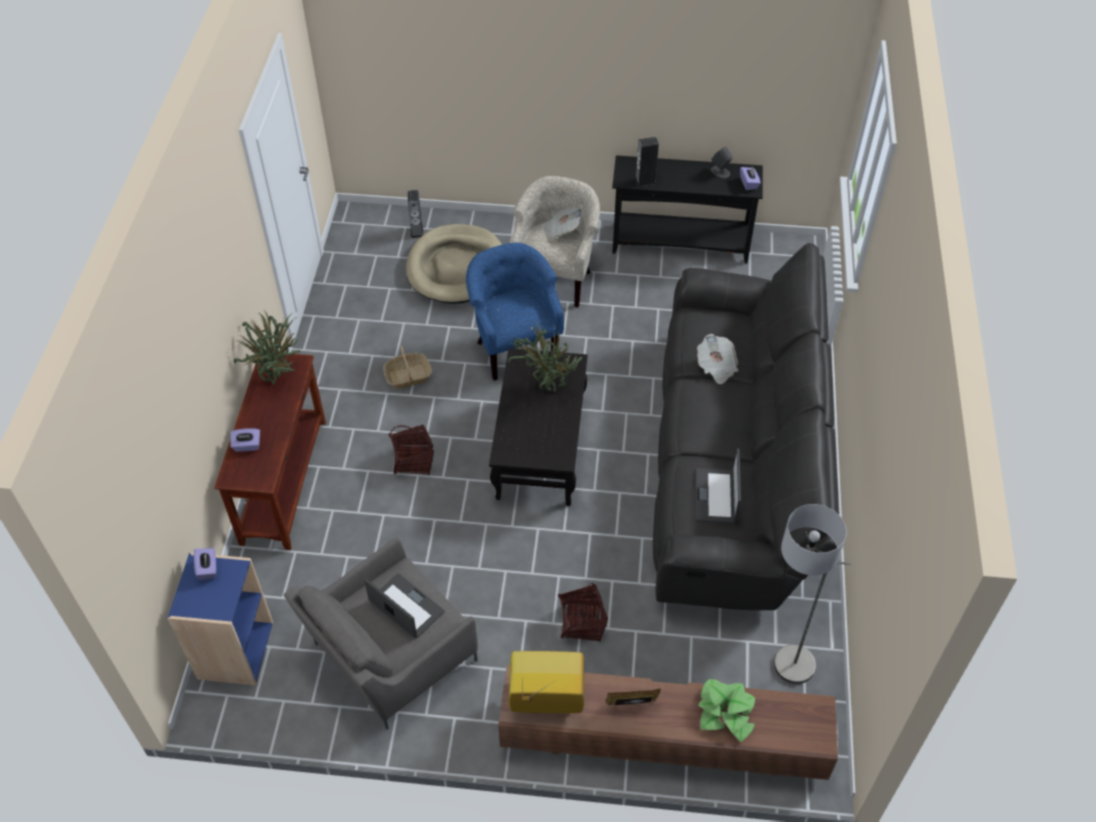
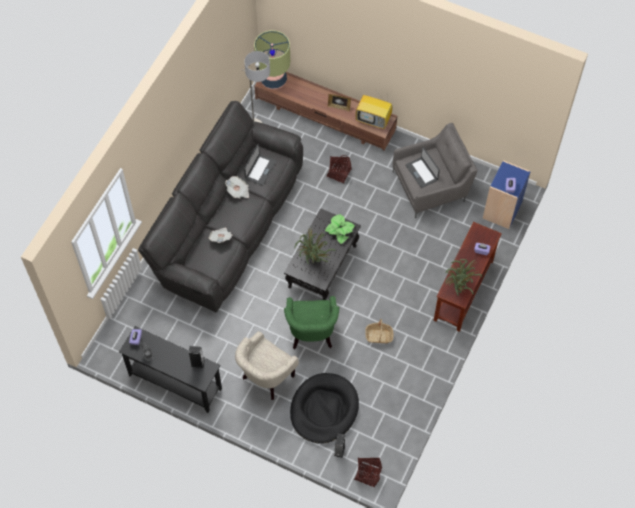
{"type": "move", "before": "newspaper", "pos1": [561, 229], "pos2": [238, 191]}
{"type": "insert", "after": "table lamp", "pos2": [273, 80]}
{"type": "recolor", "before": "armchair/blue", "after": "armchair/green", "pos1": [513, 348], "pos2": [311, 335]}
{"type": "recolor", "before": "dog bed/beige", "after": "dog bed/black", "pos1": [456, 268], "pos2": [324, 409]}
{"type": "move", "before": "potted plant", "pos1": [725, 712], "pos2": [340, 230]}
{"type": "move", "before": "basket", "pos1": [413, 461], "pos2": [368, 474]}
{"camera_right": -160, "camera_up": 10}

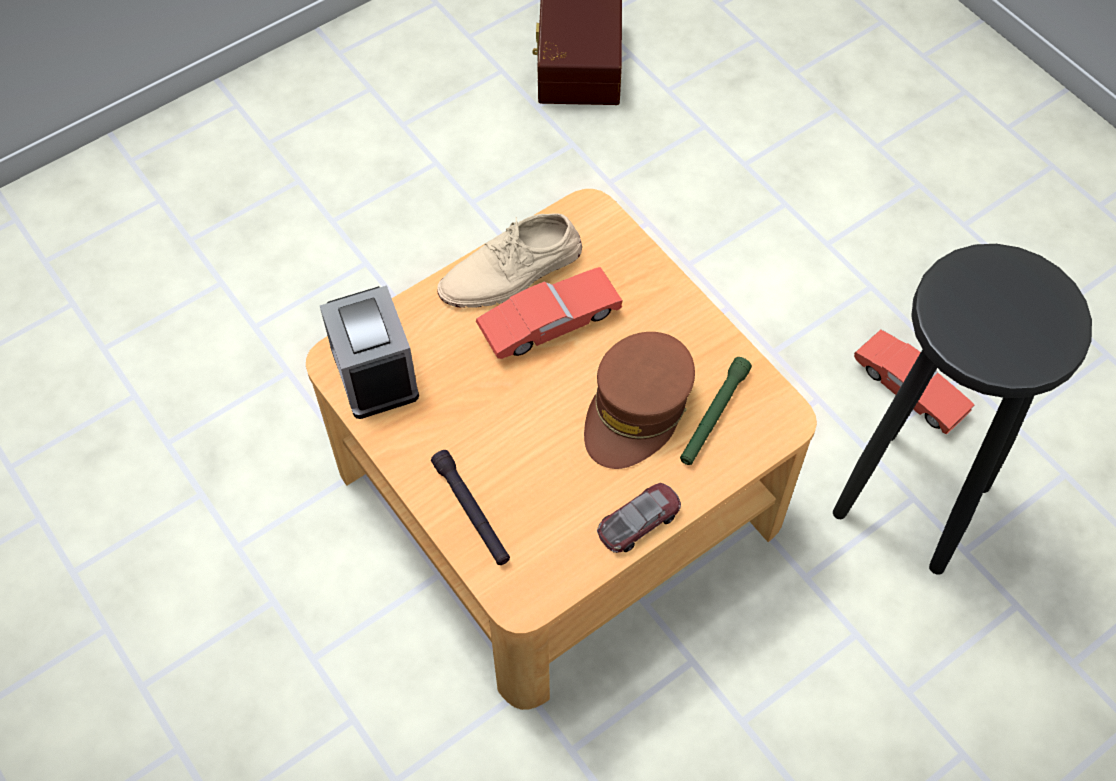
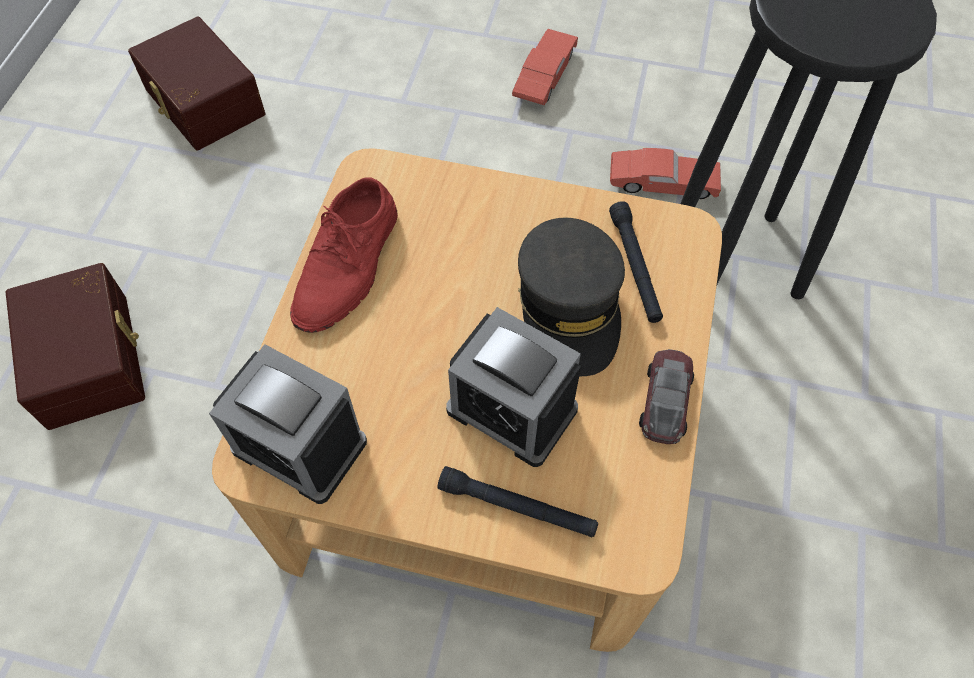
{"type": "insert", "after": "storage box/brown", "pos2": [91, 358]}
{"type": "recolor", "before": "shoe/beige", "after": "shoe/red", "pos1": [511, 273], "pos2": [349, 266]}
{"type": "insert", "after": "alarm clock", "pos2": [512, 409]}
{"type": "move", "before": "toy car/red", "pos1": [549, 324], "pos2": [545, 78]}
{"type": "recolor", "before": "cap/brown", "after": "cap/grey", "pos1": [637, 410], "pos2": [570, 307]}
{"type": "recolor", "before": "flashlight/green", "after": "flashlight/black", "pos1": [713, 416], "pos2": [635, 267]}
{"camera_right": -40, "camera_up": 0}

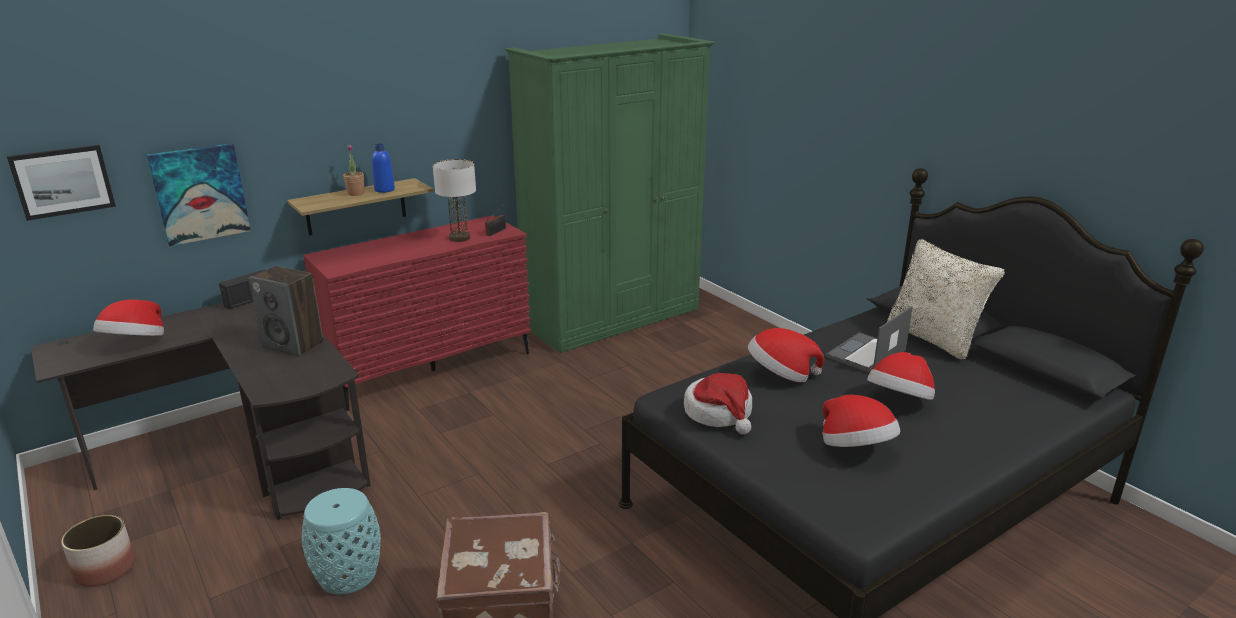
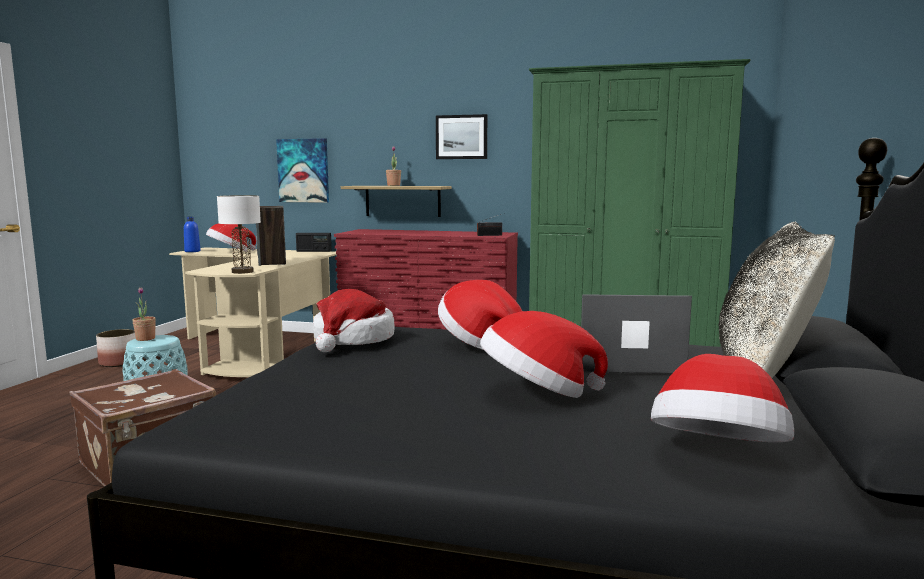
{"type": "insert", "after": "potted plant", "pos2": [145, 339]}
{"type": "recolor", "before": "desk/black", "after": "desk/beige", "pos1": [245, 452], "pos2": [261, 348]}
{"type": "move", "before": "bottle/blue", "pos1": [384, 190], "pos2": [192, 251]}
{"type": "move", "before": "table lamp", "pos1": [460, 238], "pos2": [243, 272]}
{"type": "move", "before": "picture", "pos1": [63, 181], "pos2": [461, 137]}
{"type": "move", "before": "hat", "pos1": [855, 448], "pos2": [717, 456]}
{"camera_right": 50, "camera_up": -15}

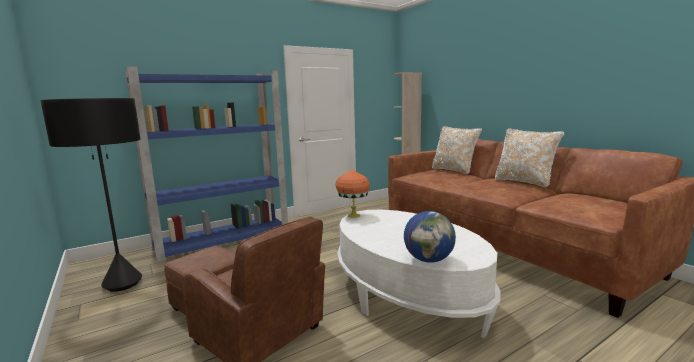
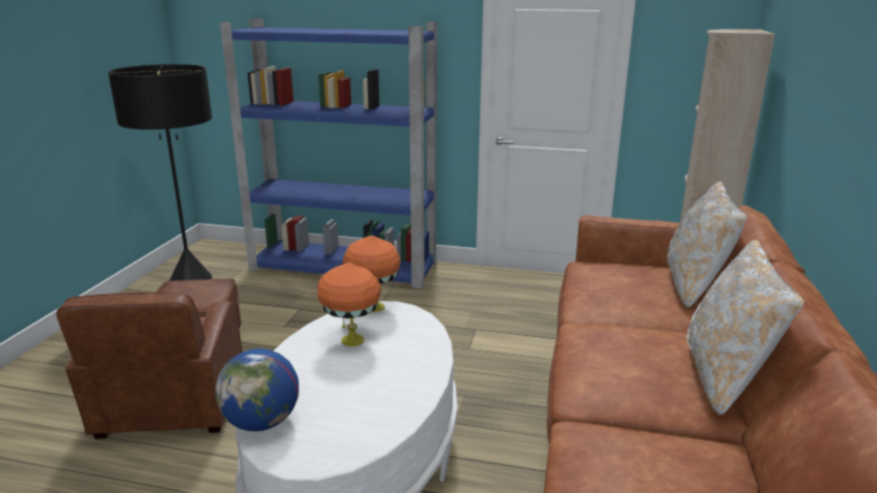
{"type": "insert", "after": "table lamp/orange", "pos2": [351, 340]}
{"camera_right": 45, "camera_up": 10}

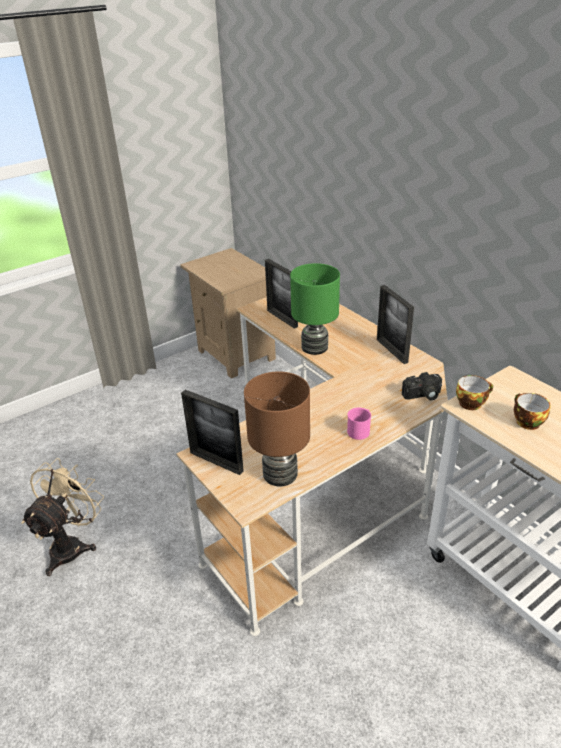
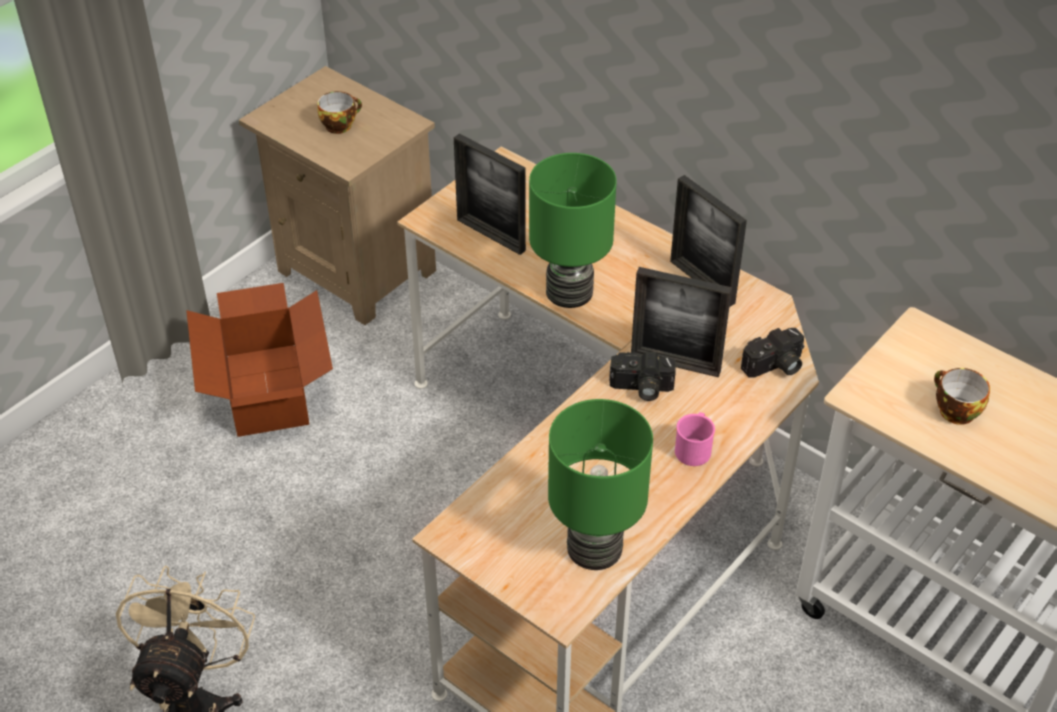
{"type": "insert", "after": "cardboard box", "pos2": [268, 389]}
{"type": "move", "before": "cup", "pos1": [471, 402], "pos2": [340, 125]}
{"type": "recolor", "before": "table lamp/brown", "after": "table lamp/green", "pos1": [280, 474], "pos2": [595, 548]}
{"type": "insert", "after": "photo camera", "pos2": [641, 388]}
{"type": "move", "before": "picture frame", "pos1": [216, 462], "pos2": [675, 363]}
{"camera_right": -15, "camera_up": 10}

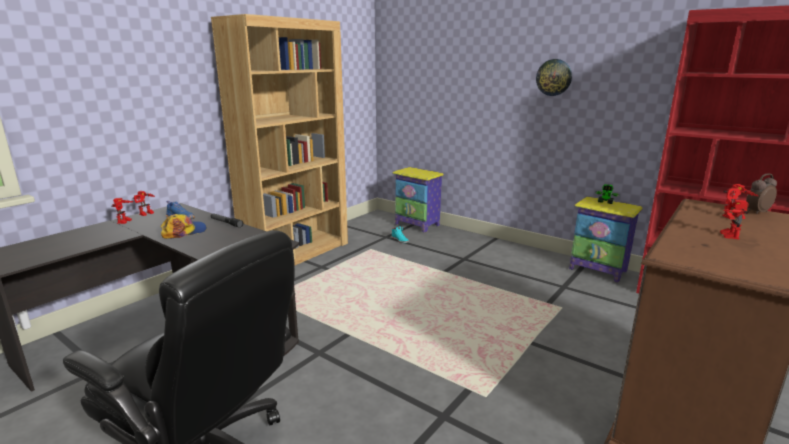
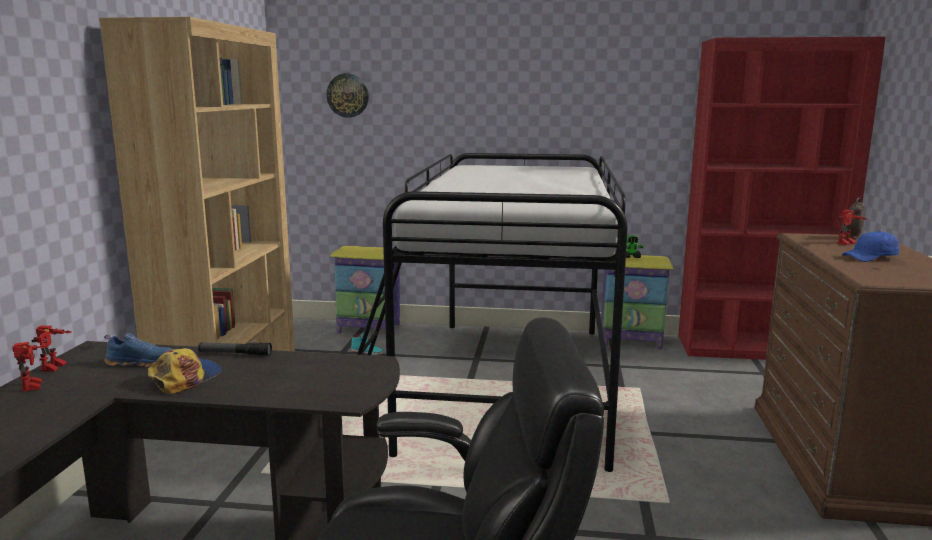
{"type": "move", "before": "wall clock", "pos1": [554, 77], "pos2": [348, 95]}
{"type": "insert", "after": "bed/black", "pos2": [508, 384]}
{"type": "replace", "before": "toy robot", "after": "cap/blue", "pos1": [725, 234], "pos2": [871, 258]}
{"camera_right": -30, "camera_up": -5}

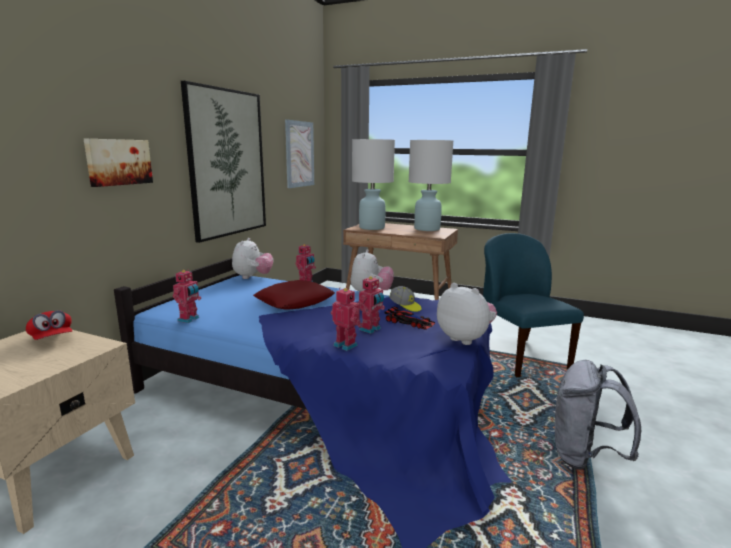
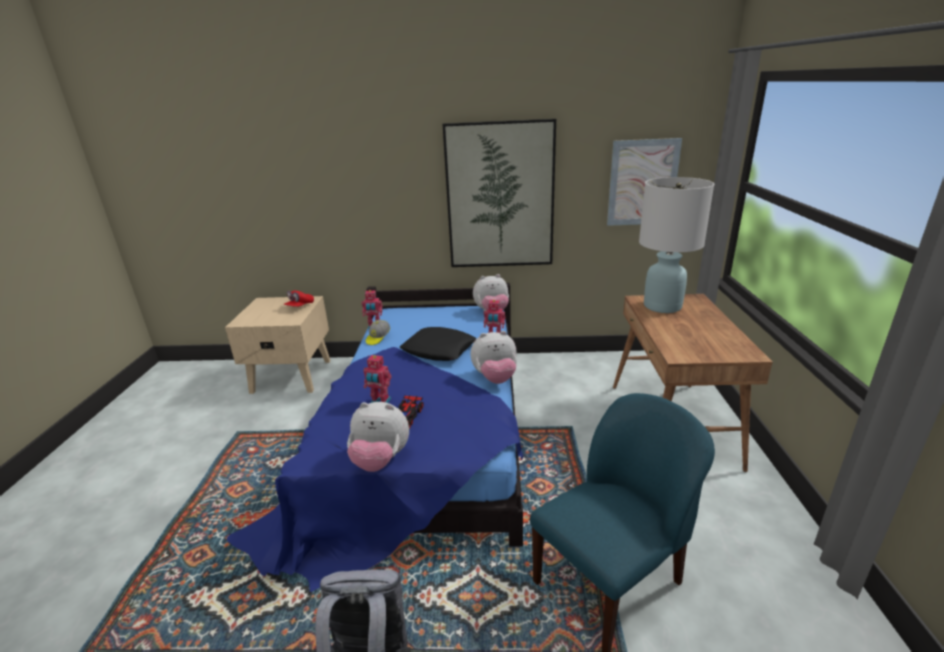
{"type": "rotate", "before": "plush toy", "pos1": [465, 338], "pos2": [380, 460], "turn": 75}
{"type": "move", "before": "cap", "pos1": [405, 306], "pos2": [378, 338]}
{"type": "recolor", "before": "pillow/red", "after": "pillow/black", "pos1": [295, 301], "pos2": [439, 350]}
{"type": "delete", "before": "picture", "pos1": [118, 162]}
{"type": "delete", "before": "toy robot", "pos1": [346, 345]}
{"type": "delete", "before": "table lamp/white", "pos1": [426, 229]}
{"camera_right": 70, "camera_up": 10}

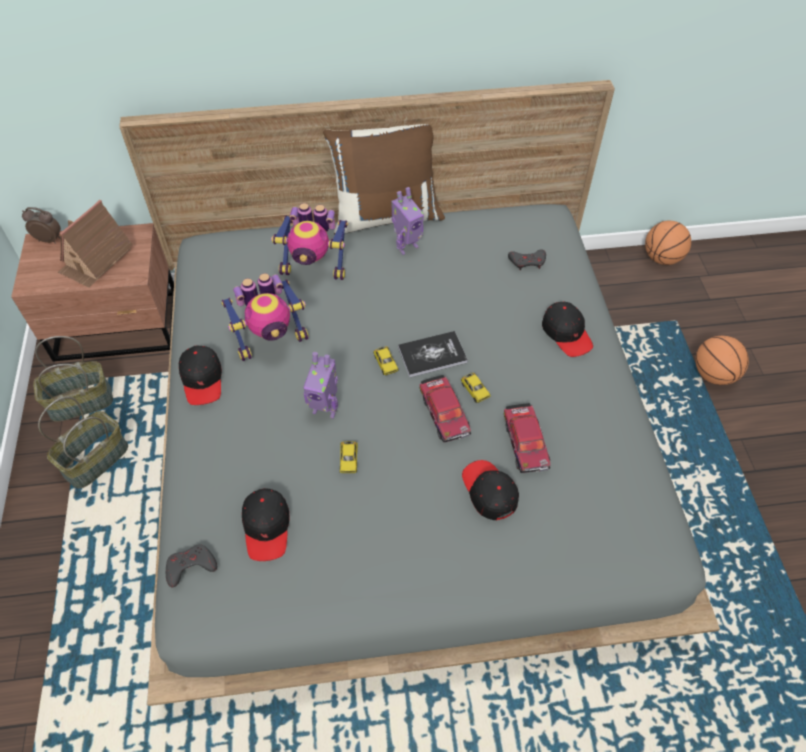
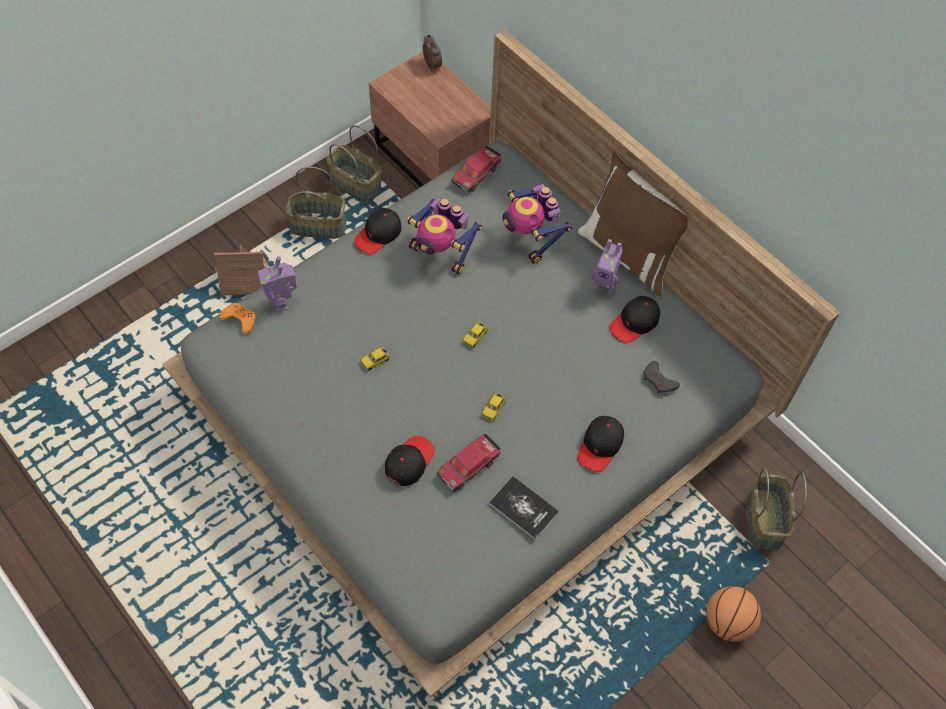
{"type": "move", "before": "toy house", "pos1": [96, 259], "pos2": [242, 281]}
{"type": "recolor", "before": "game controller/grey", "after": "game controller/orange", "pos1": [190, 566], "pos2": [239, 319]}
{"type": "move", "before": "toy robot", "pos1": [325, 409], "pos2": [282, 302]}
{"type": "move", "before": "toy car", "pos1": [444, 413], "pos2": [476, 173]}
{"type": "move", "before": "book", "pos1": [432, 355], "pos2": [523, 508]}
{"type": "move", "before": "cap/black", "pos1": [267, 527], "pos2": [634, 323]}
{"type": "insert", "after": "basket", "pos2": [766, 520]}
{"type": "delete", "before": "basketball", "pos1": [662, 258]}
{"camera_right": 55, "camera_up": 5}

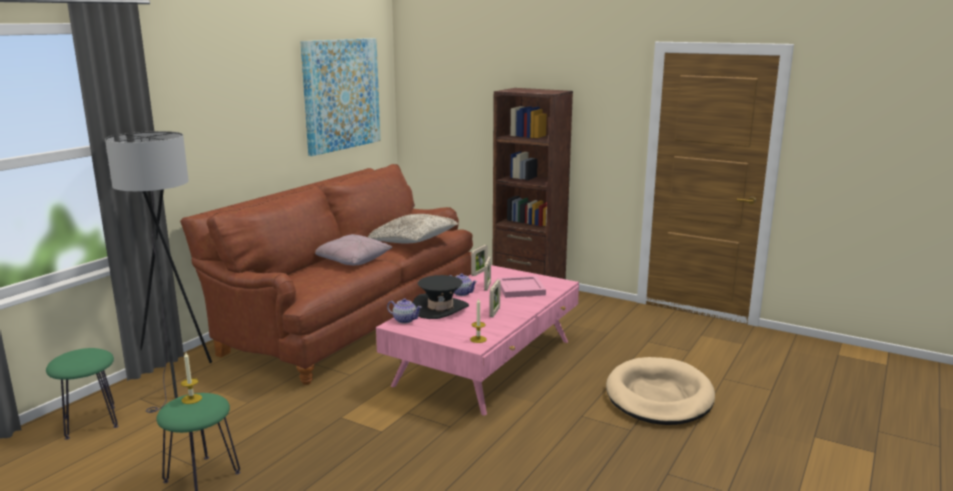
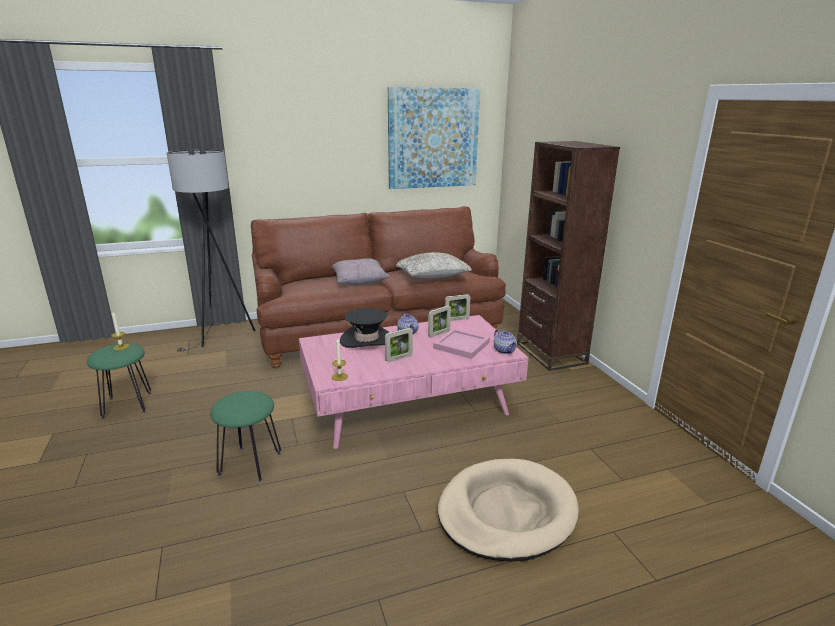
{"type": "move", "before": "stool/green", "pos1": [91, 422], "pos2": [250, 463]}
{"type": "move", "before": "teapot", "pos1": [404, 320], "pos2": [504, 350]}
{"camera_right": 40, "camera_up": 5}

